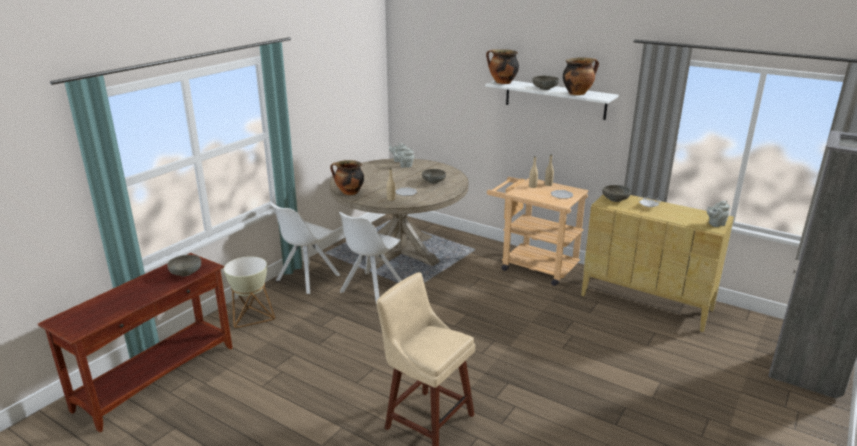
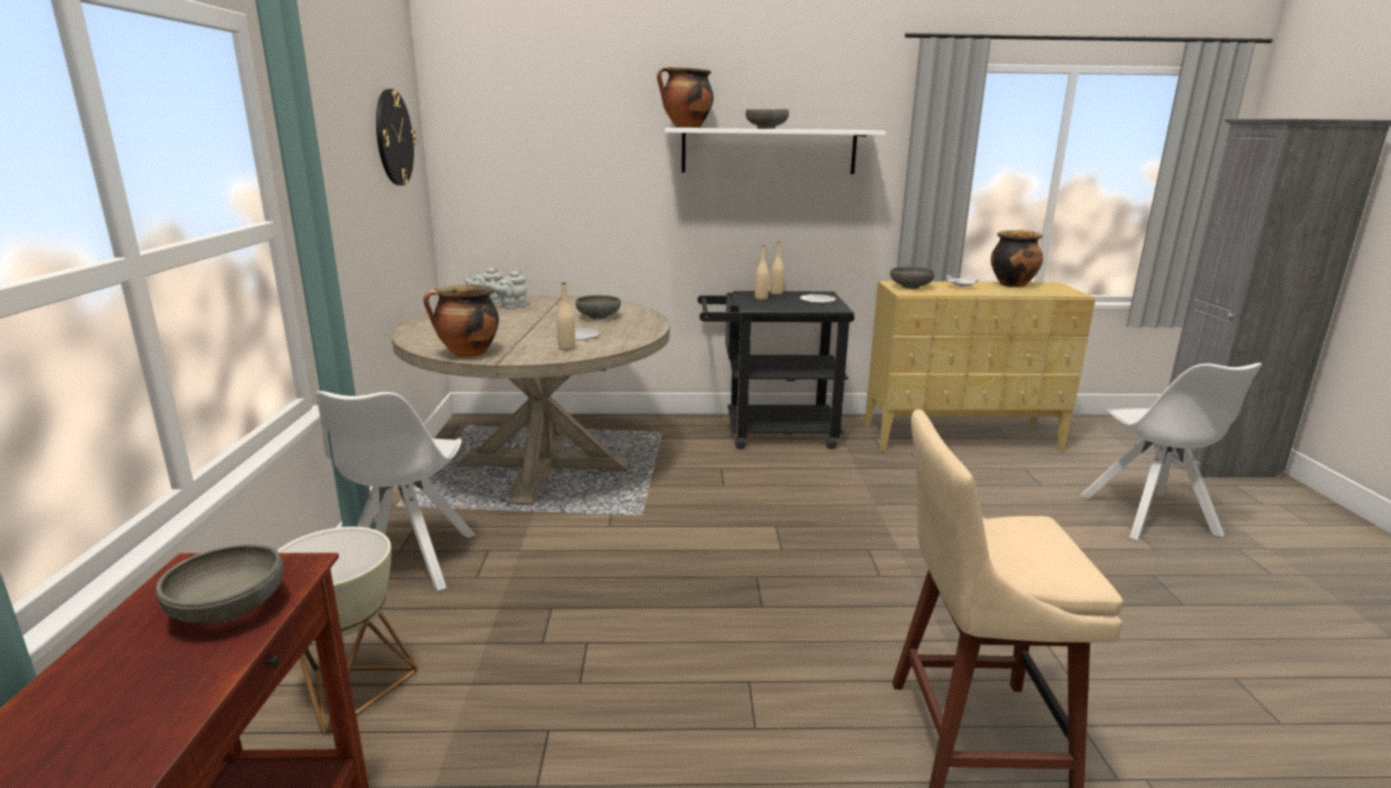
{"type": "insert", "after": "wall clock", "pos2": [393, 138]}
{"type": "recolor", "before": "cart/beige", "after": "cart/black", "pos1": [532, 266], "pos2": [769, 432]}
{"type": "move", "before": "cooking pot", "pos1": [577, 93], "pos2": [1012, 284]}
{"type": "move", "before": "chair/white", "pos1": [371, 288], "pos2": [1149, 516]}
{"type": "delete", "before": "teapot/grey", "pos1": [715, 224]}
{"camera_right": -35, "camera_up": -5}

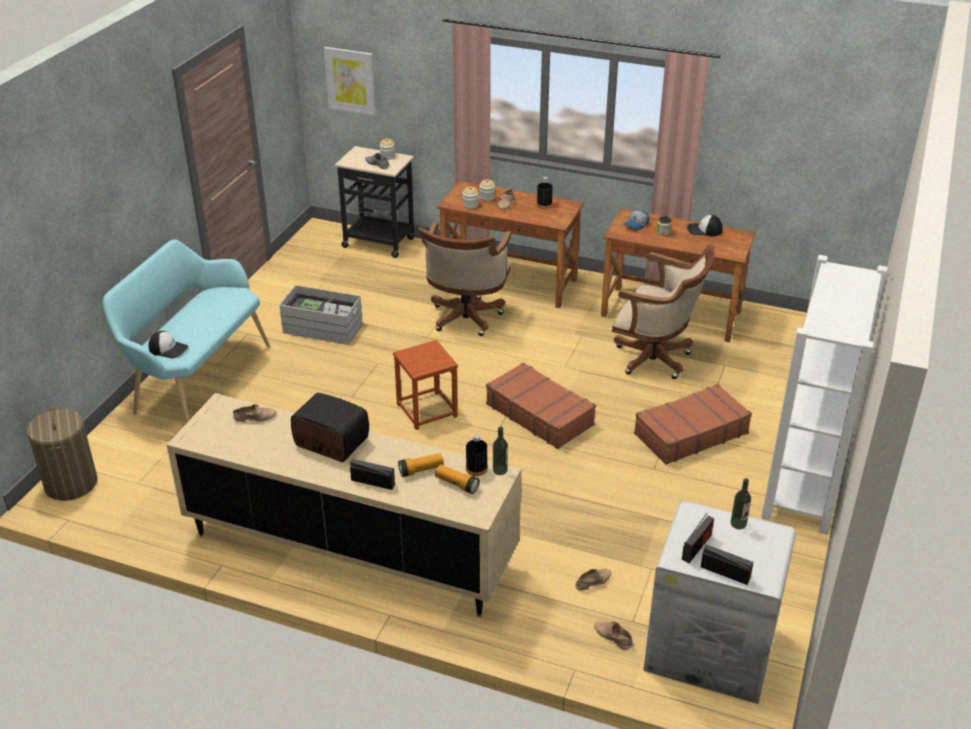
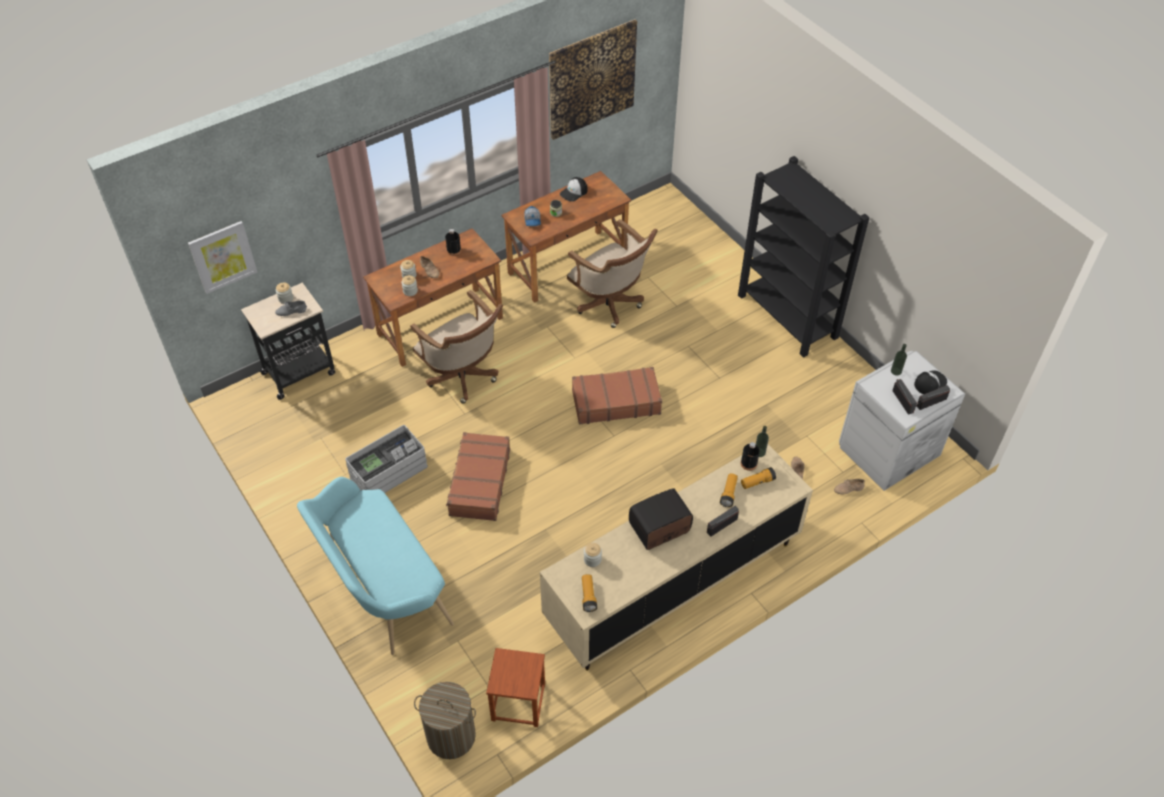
{"type": "move", "before": "suitcase/brown", "pos1": [690, 433], "pos2": [479, 482]}
{"type": "move", "before": "stool/brown", "pos1": [426, 410], "pos2": [518, 703]}
{"type": "insert", "after": "picture", "pos2": [592, 79]}
{"type": "rotate", "before": "office chair", "pos1": [656, 359], "pos2": [610, 306], "turn": 75}
{"type": "insert", "after": "flashlight", "pos2": [588, 596]}
{"type": "replace", "before": "shoe/beige", "after": "jar", "pos1": [255, 417], "pos2": [592, 559]}
{"type": "recolor", "before": "bookcase/white", "after": "bookcase/black", "pos1": [805, 481], "pos2": [787, 316]}
{"type": "move", "before": "cap", "pos1": [168, 349], "pos2": [930, 383]}
{"camera_right": -55, "camera_up": 15}

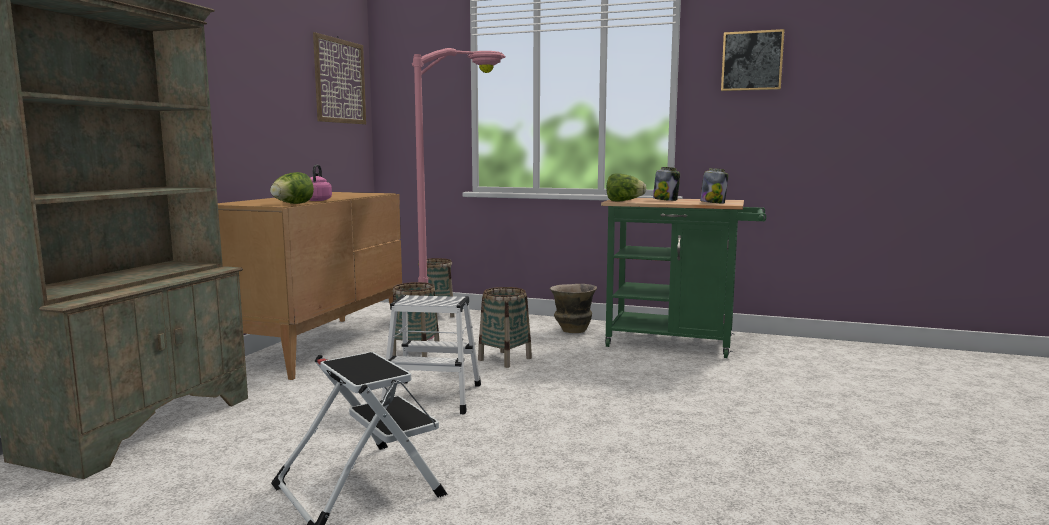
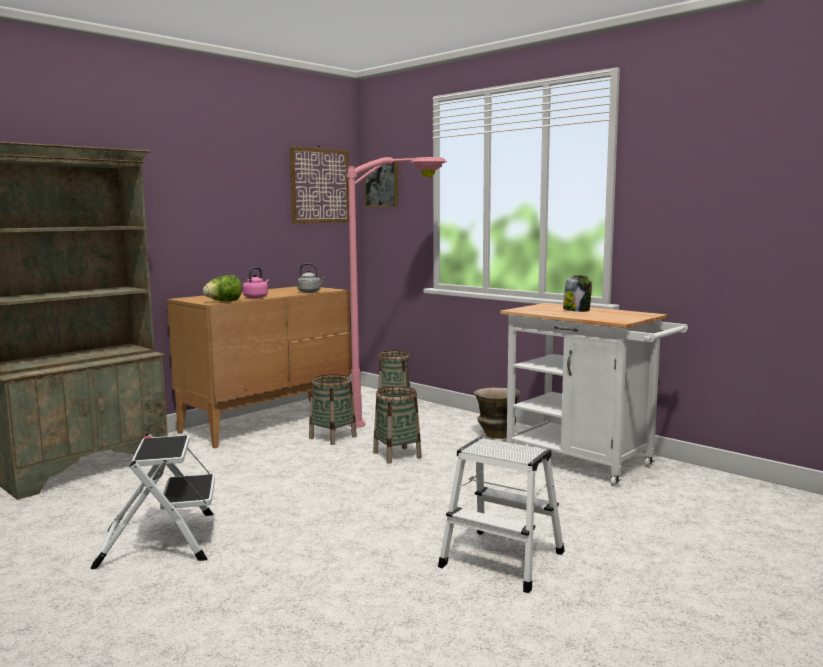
{"type": "insert", "after": "kettle/grey", "pos2": [310, 292]}
{"type": "move", "before": "picture", "pos1": [752, 61], "pos2": [382, 184]}
{"type": "move", "before": "step ladder/white", "pos1": [433, 396], "pos2": [503, 559]}
{"type": "recolor", "before": "cart/green", "after": "cart/white", "pos1": [678, 343], "pos2": [586, 463]}
{"type": "delete", "before": "lettuce", "pos1": [624, 201]}
{"type": "delete", "before": "jar", "pos1": [713, 203]}
{"camera_right": 25, "camera_up": 0}

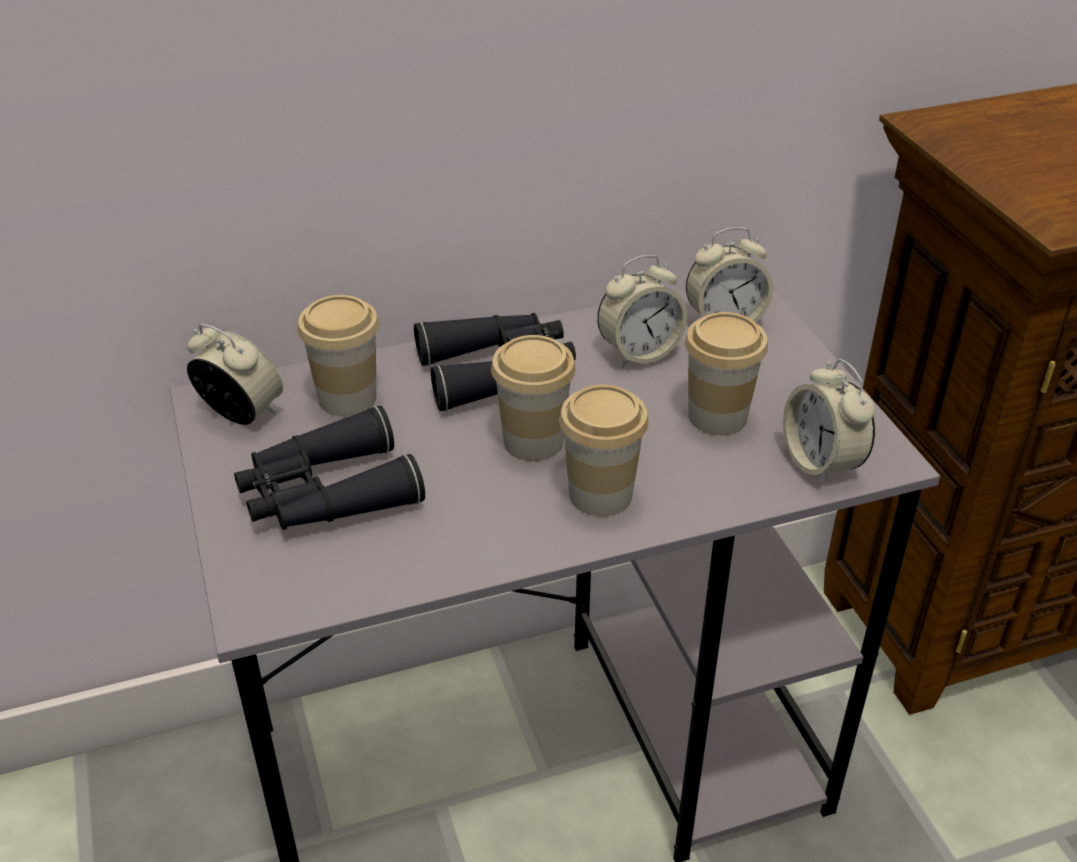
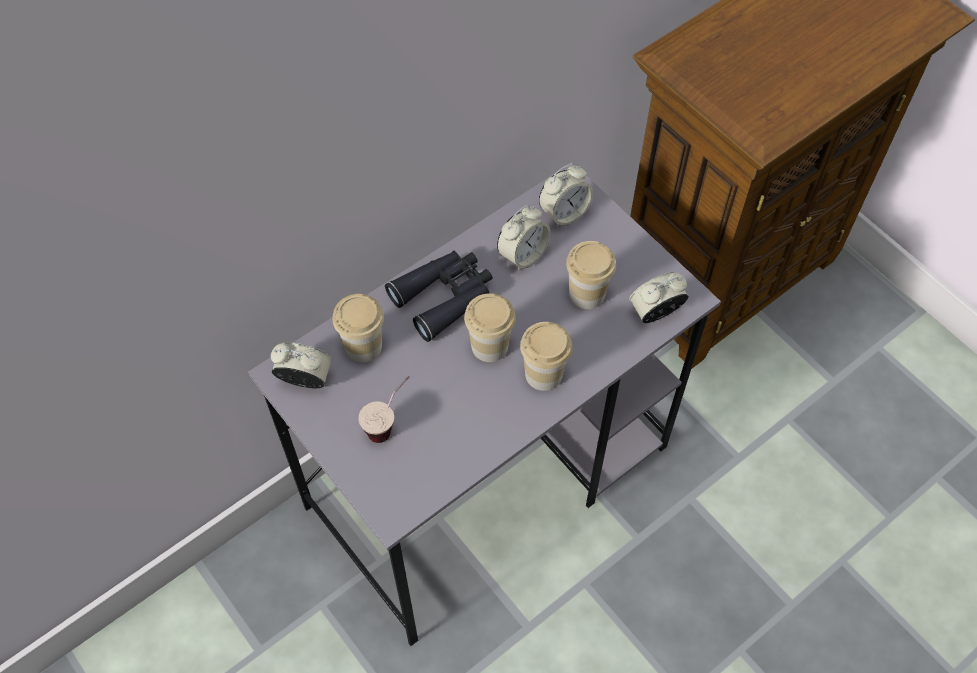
{"type": "replace", "before": "binoculars/black", "after": "cup", "pos1": [326, 493], "pos2": [389, 423]}
{"type": "rotate", "before": "alarm clock", "pos1": [821, 463], "pos2": [655, 312], "turn": 105}
{"camera_right": -20, "camera_up": 20}

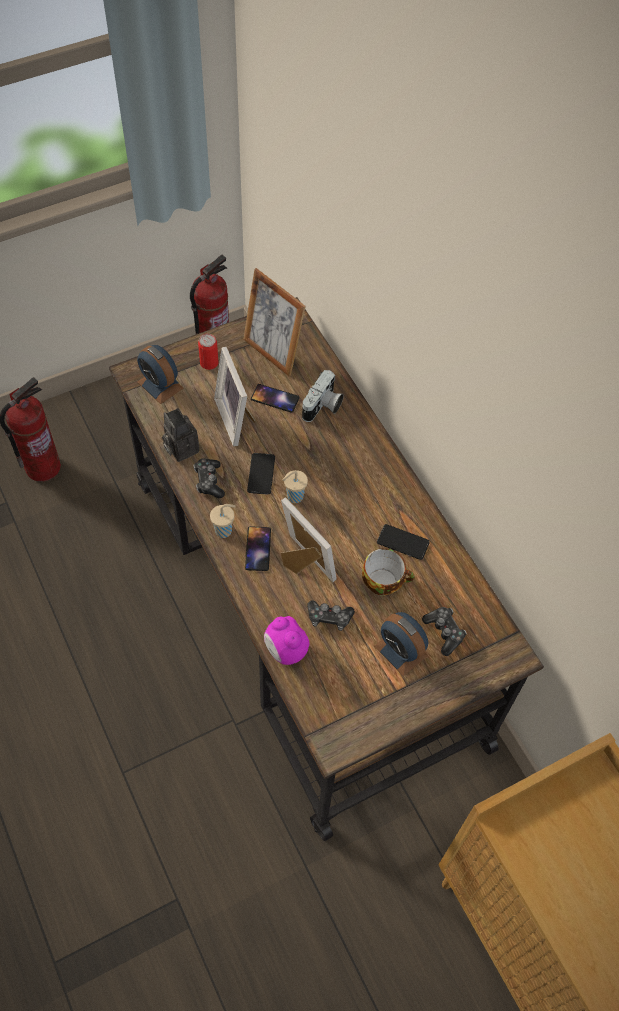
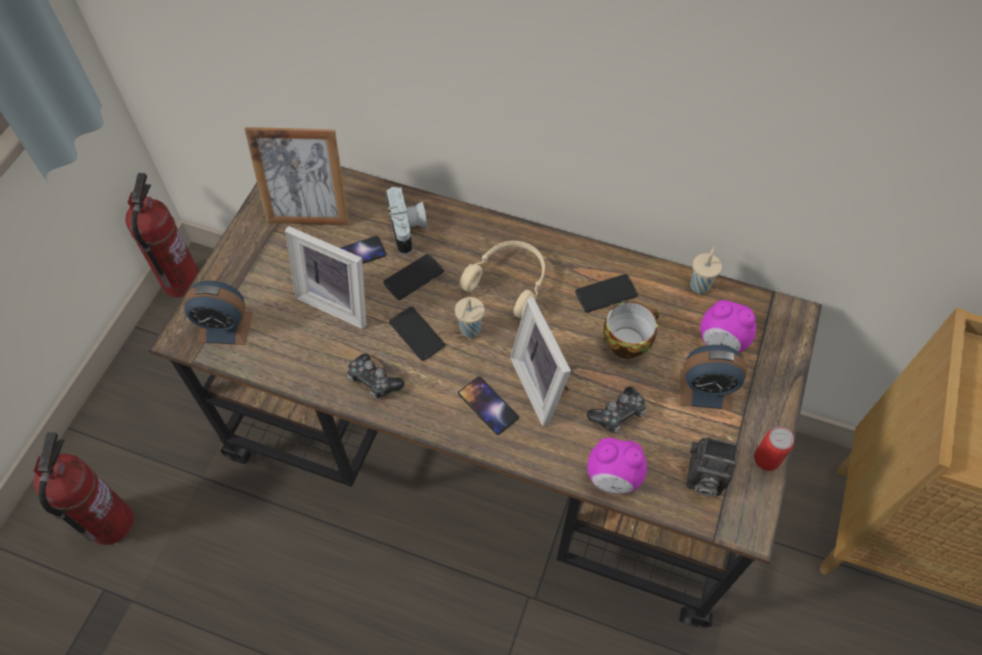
{"type": "insert", "after": "phone", "pos2": [413, 277]}
{"type": "insert", "after": "headphones/beige", "pos2": [509, 281]}
{"type": "rotate", "before": "picture frame", "pos1": [303, 564], "pos2": [543, 385], "turn": -120}
{"type": "move", "before": "photo camera", "pos1": [180, 448], "pos2": [702, 478]}
{"type": "move", "before": "cup/beige", "pos1": [224, 530], "pos2": [700, 285]}
{"type": "replace", "before": "game controller", "after": "alarm clock", "pos1": [444, 632], "pos2": [721, 342]}
{"type": "move", "before": "can", "pos1": [209, 363], "pos2": [767, 458]}
{"camera_right": -40, "camera_up": 0}

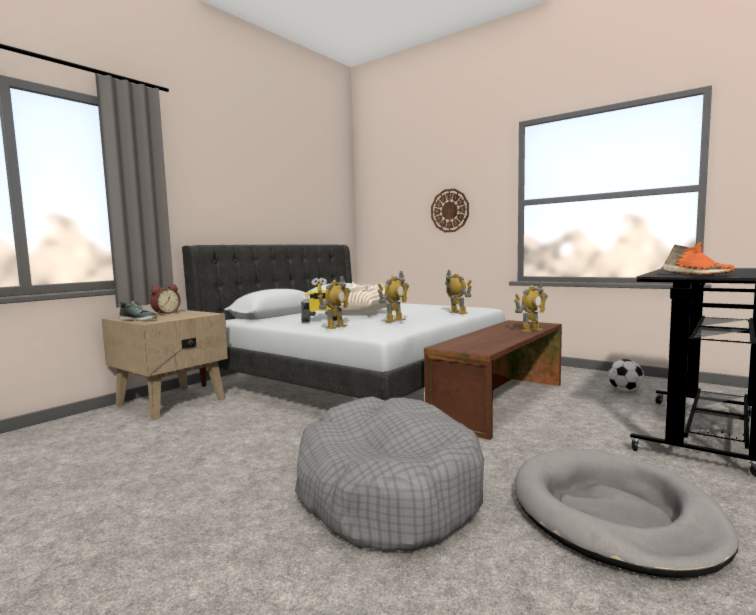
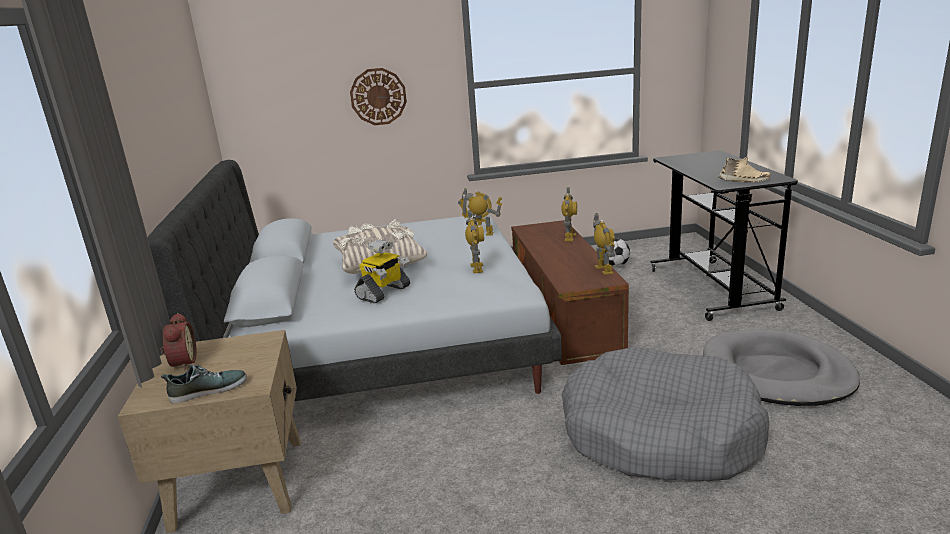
{"type": "move", "before": "toy robot", "pos1": [336, 327], "pos2": [604, 269]}
{"type": "recolor", "before": "shoe/orange", "after": "shoe/beige", "pos1": [695, 275], "pos2": [744, 181]}
{"camera_right": -45, "camera_up": 15}

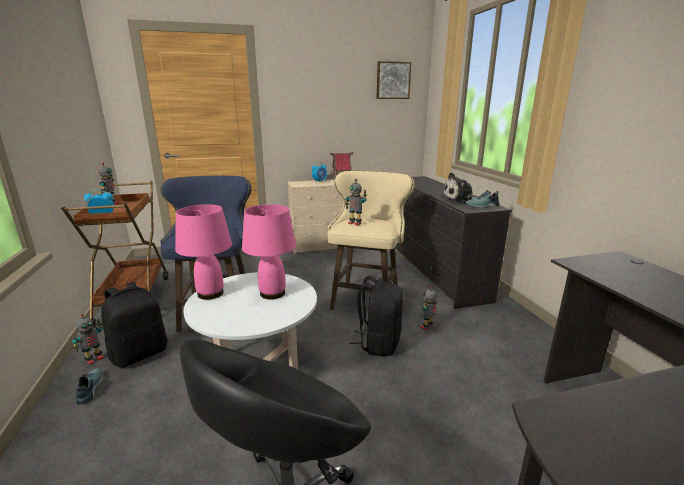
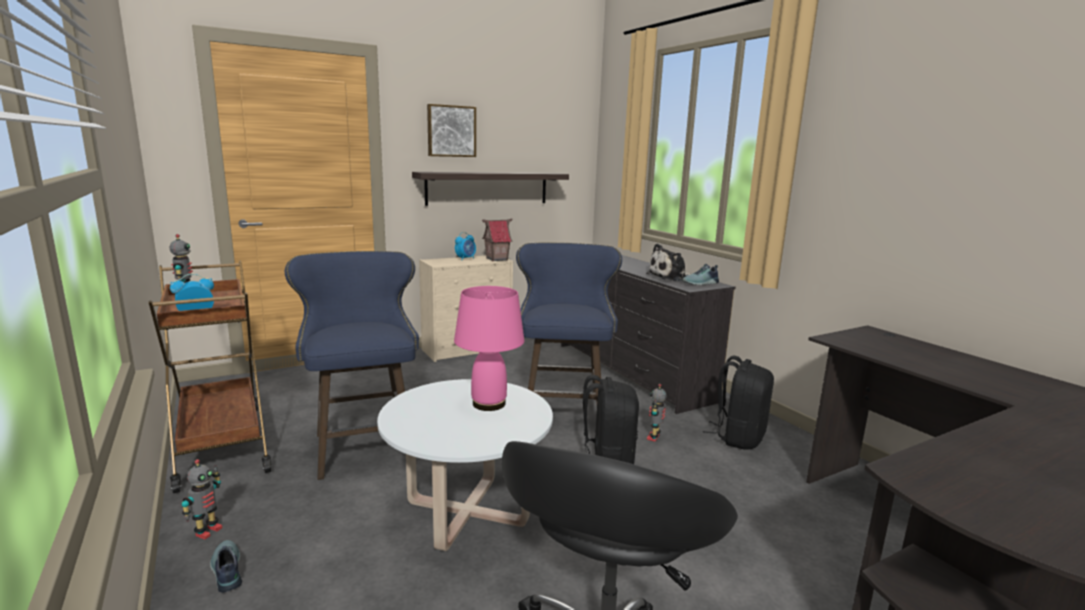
{"type": "insert", "after": "shelf", "pos2": [488, 188]}
{"type": "move", "before": "picture", "pos1": [393, 80], "pos2": [451, 131]}
{"type": "recolor", "before": "stool/beige", "after": "stool/blue", "pos1": [366, 297], "pos2": [563, 410]}
{"type": "move", "before": "backpack/black", "pos1": [140, 353], "pos2": [738, 437]}
{"type": "delete", "before": "table lamp/pink", "pos1": [210, 294]}
{"type": "delete", "before": "toy robot", "pos1": [355, 223]}
{"camera_right": -15, "camera_up": -5}

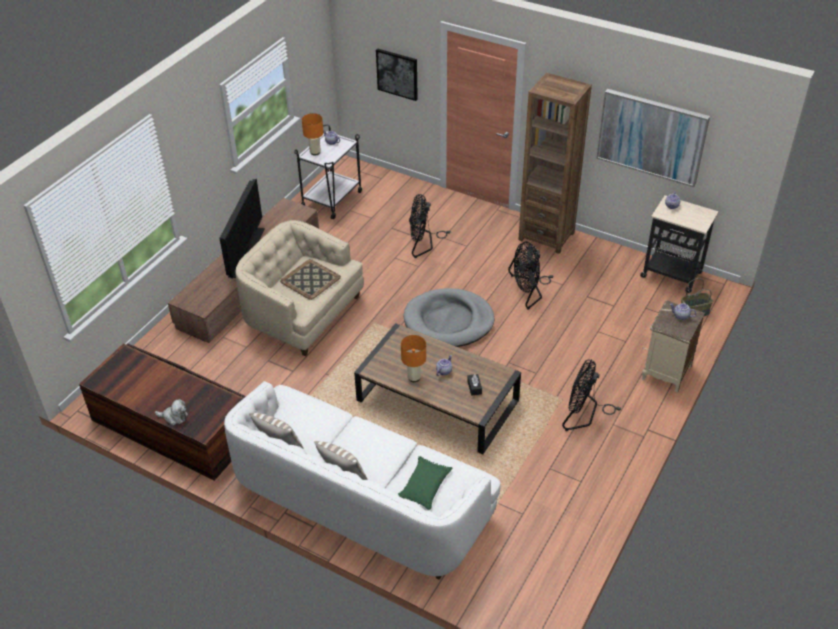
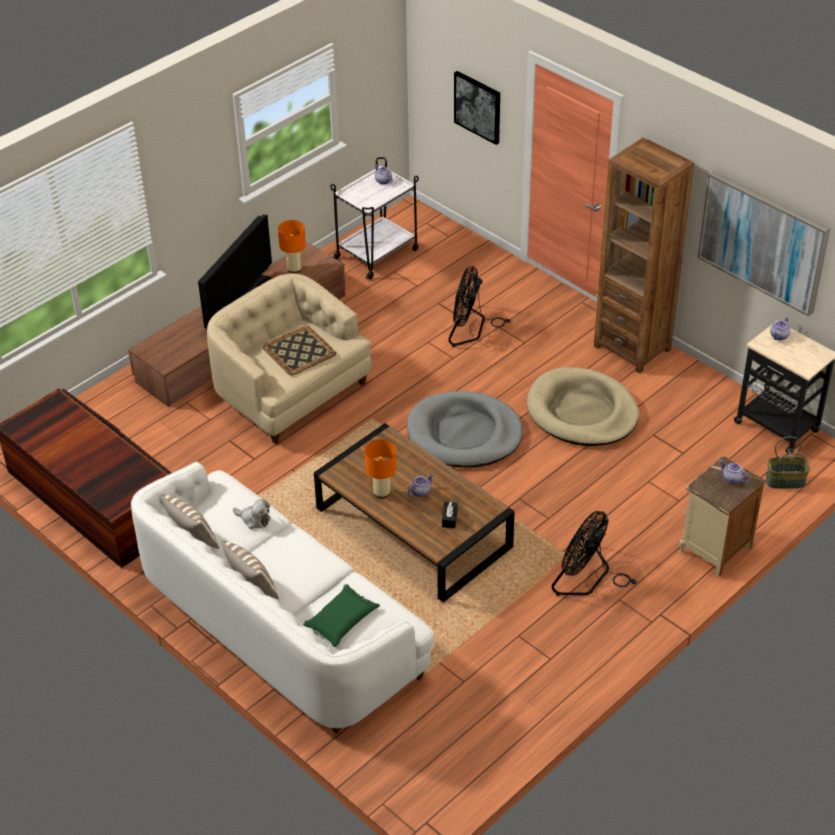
{"type": "move", "before": "plush toy", "pos1": [174, 417], "pos2": [254, 519]}
{"type": "move", "before": "table lamp/orange", "pos1": [315, 152], "pos2": [294, 269]}
{"type": "replace", "before": "fan/black", "after": "dog bed/beige", "pos1": [529, 289], "pos2": [582, 412]}
{"camera_right": 15, "camera_up": 0}

